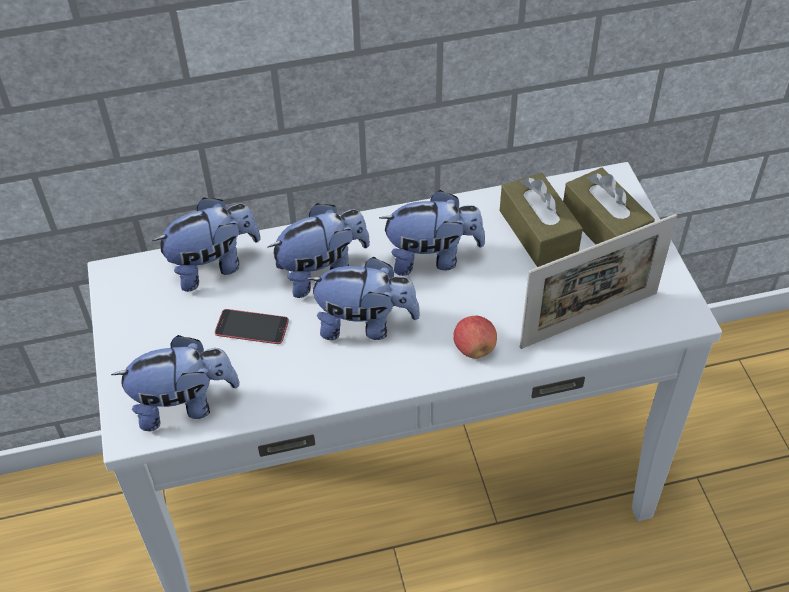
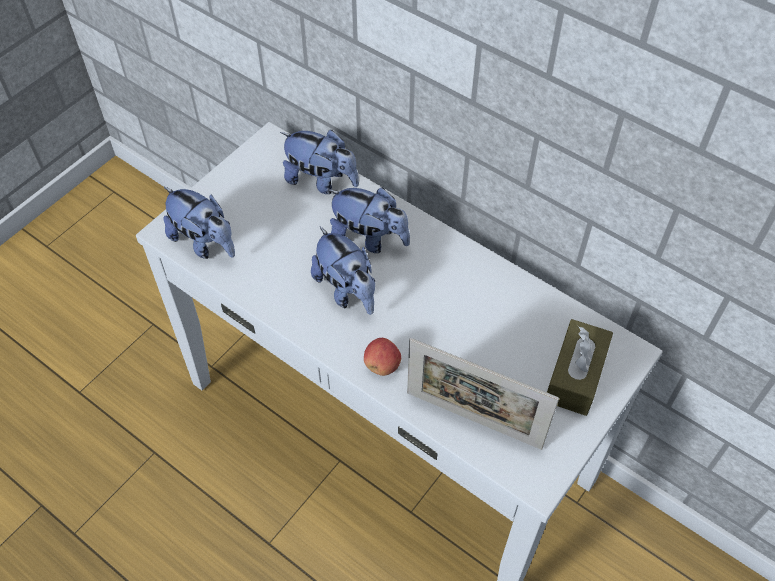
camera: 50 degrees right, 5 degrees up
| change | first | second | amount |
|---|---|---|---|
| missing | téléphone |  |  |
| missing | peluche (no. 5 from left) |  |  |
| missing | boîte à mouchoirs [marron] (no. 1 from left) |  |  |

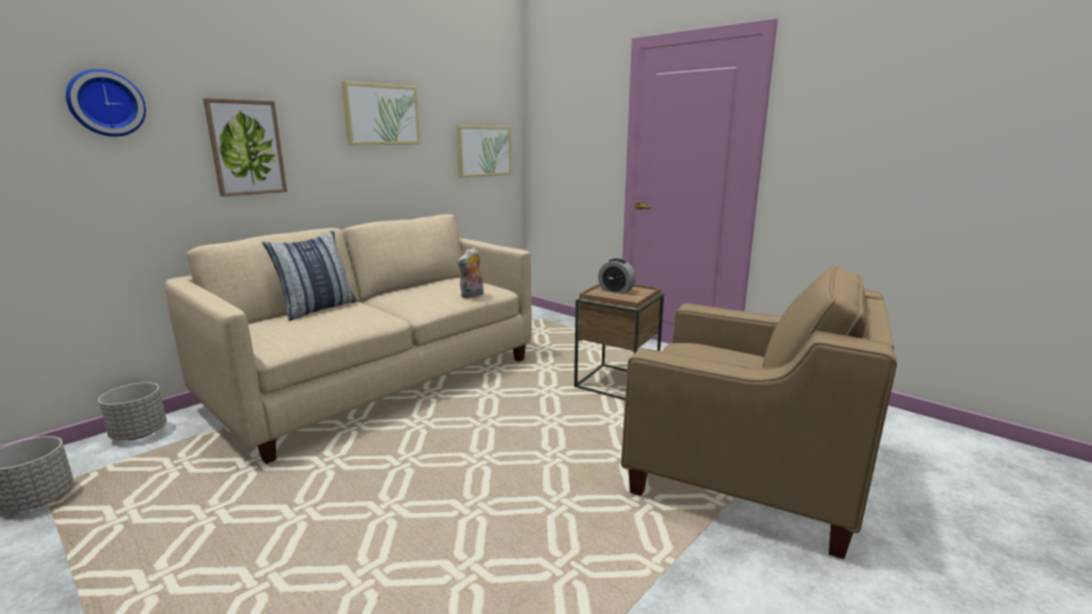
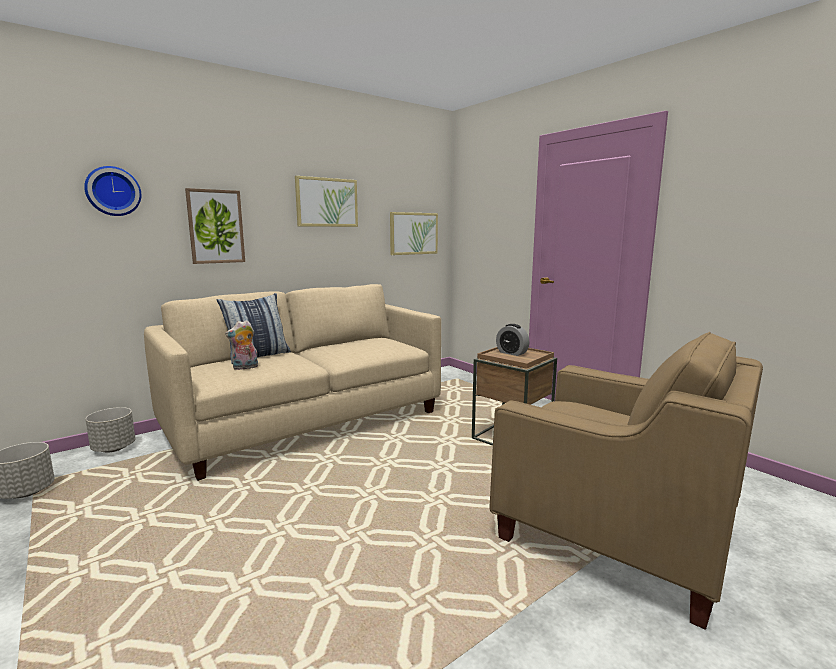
camera: 10 degrees right, 5 degrees down
| change | first | second | amount |
|---|---|---|---|
| relocated | peluche |  |  |

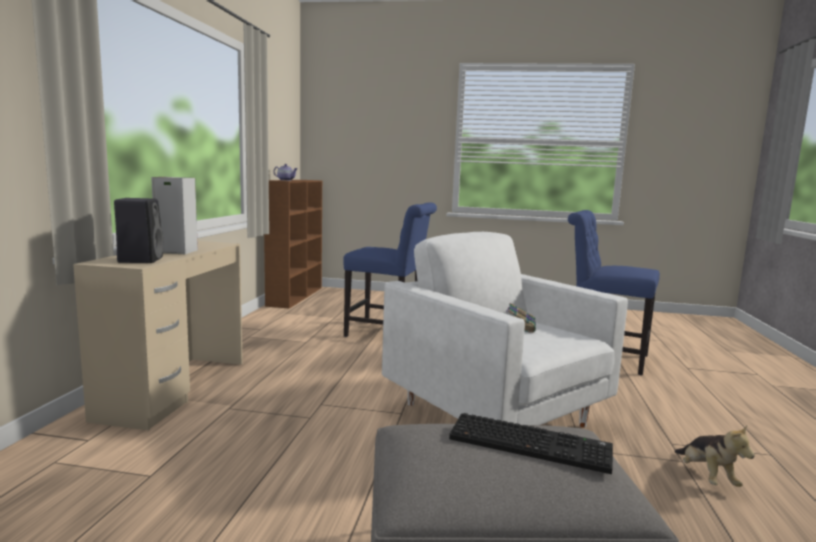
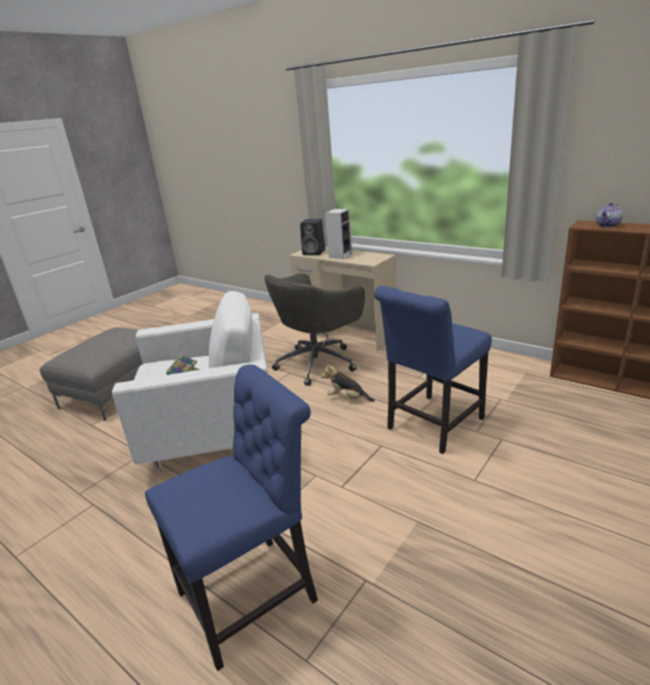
camera: 120 degrees right, 15 degrees up
| change | first | second | amount |
|---|---|---|---|
| missing | clavier |  |  |
| appeared |  | chaise de bureau [gris] |  |
| relocated | peluche |  |  |

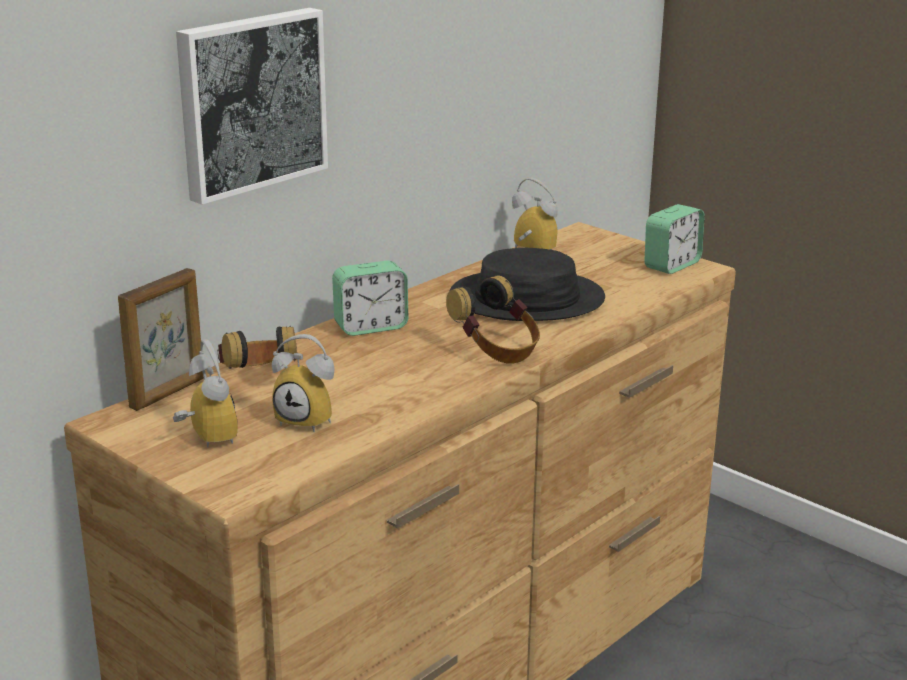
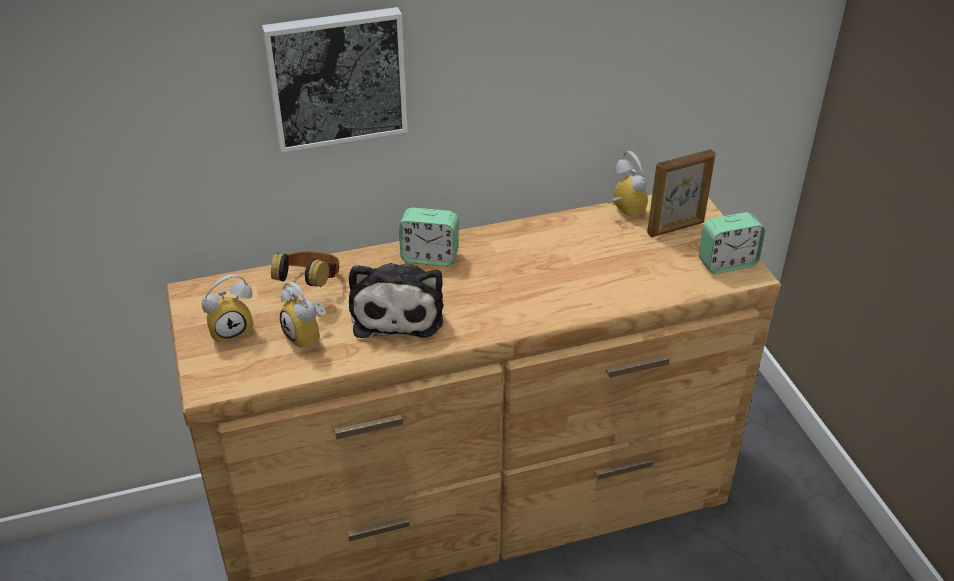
camera: 30 degrees right, 15 degrees up
| change | first | second | amount |
|---|---|---|---|
| missing | casque audio (no. 2 from left) |  |  |
| missing | chapeau [noir] |  |  |
| appeared |  | peluche |  |
| relocated | cadre photo |  |  |
| spun | réveil (no. 1 from left) |  | 60 degrees clockwise |

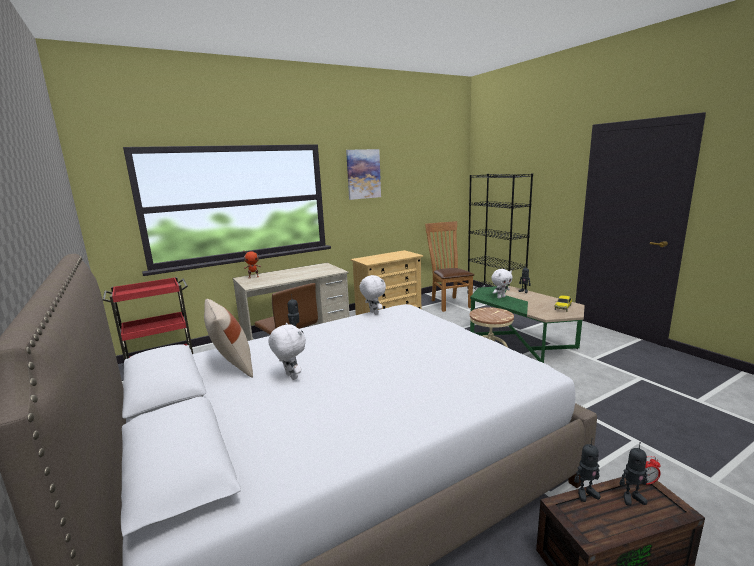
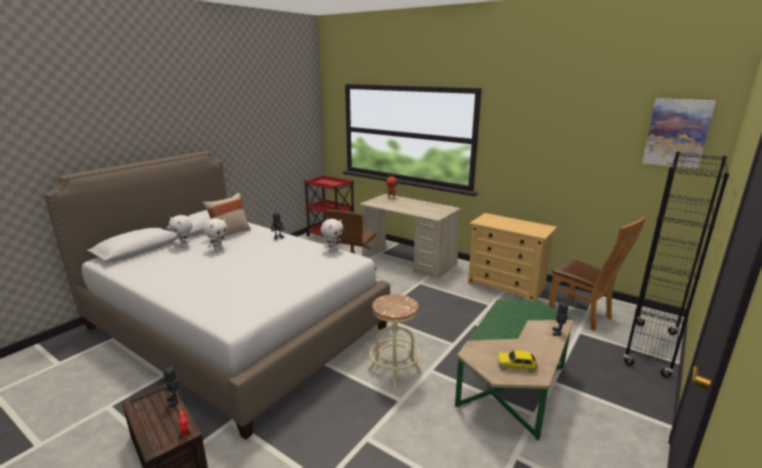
camera: 65 degrees right, 5 degrees up
| change | first | second | amount |
|---|---|---|---|
| missing | robot jouet (no. 5 from left) |  |  |
| relocated | tableau |  |  |
| relocated | peluche [blanc] (no. 3 from left in the first image) | peluche [blanc] (no. 1 from left) |  |
| spun | chaise [marron] |  | 90 degrees clockwise |

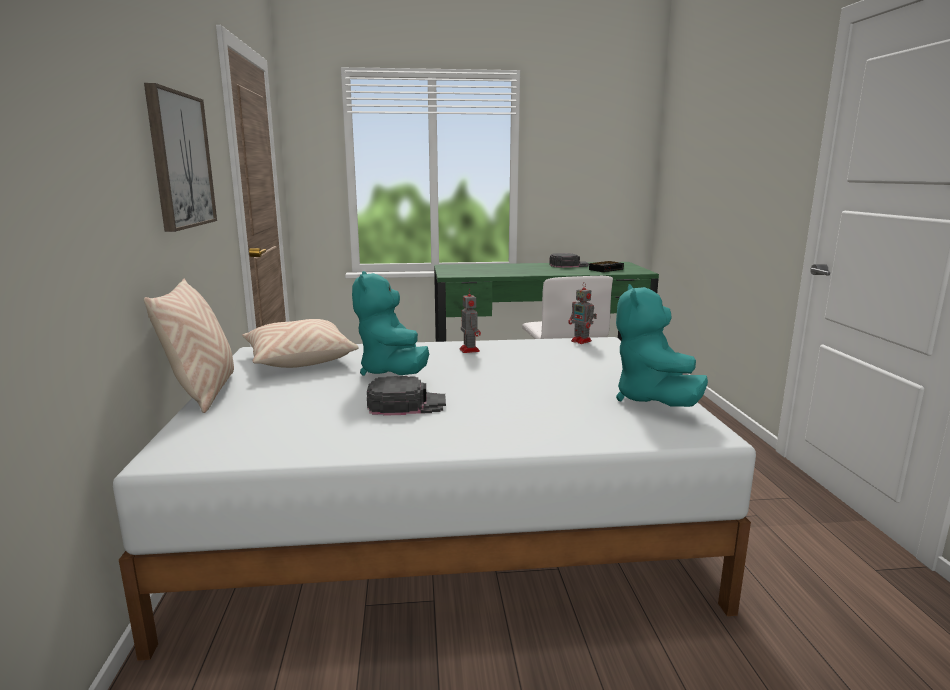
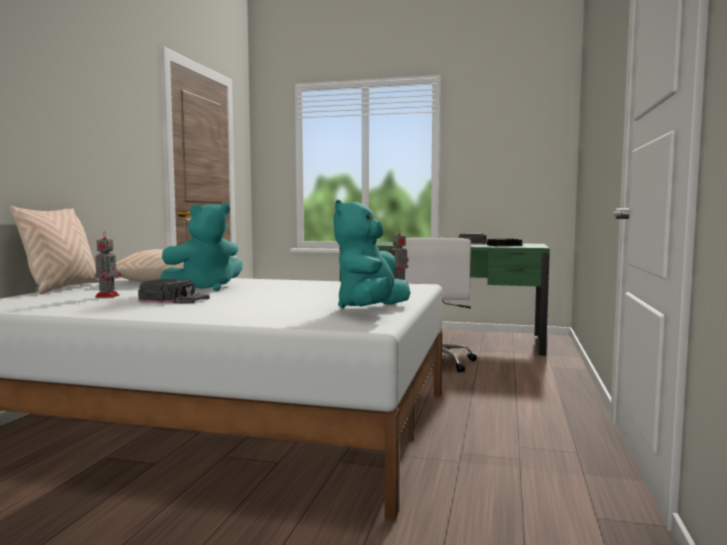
camera: 20 degrees right, 10 degrees down
| change | first | second | amount |
|---|---|---|---|
| missing | tableau |  |  |
| relocated | robot jouet (no. 1 from left) |  |  |
| spun | peluche [turquoise] (no. 1 from left) |  | 135 degrees counterclockwise |

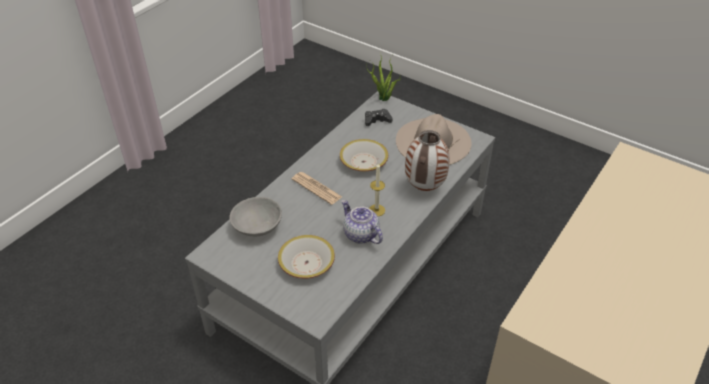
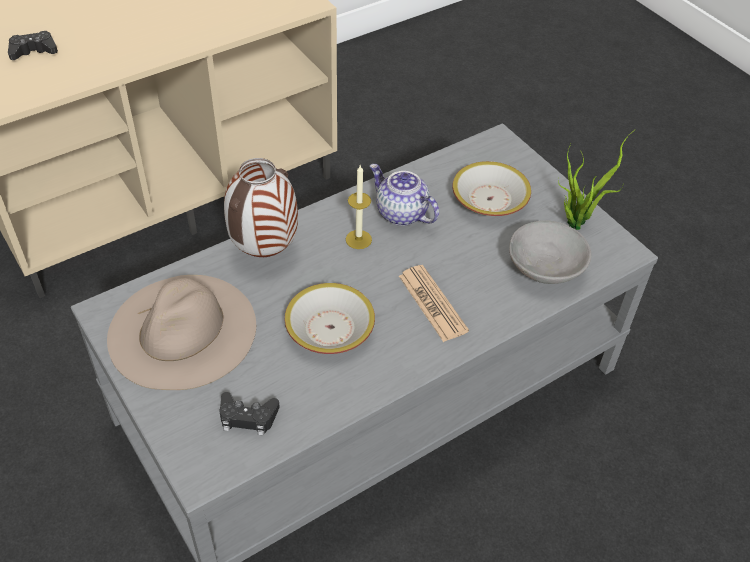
camera: 160 degrees left, 5 degrees up
| change | first | second | amount |
|---|---|---|---|
| appeared |  | manette [noir] (no. 1 from left) |  |
| relocated | plante en pot |  |  |
| spun | théière |  | 150 degrees clockwise |

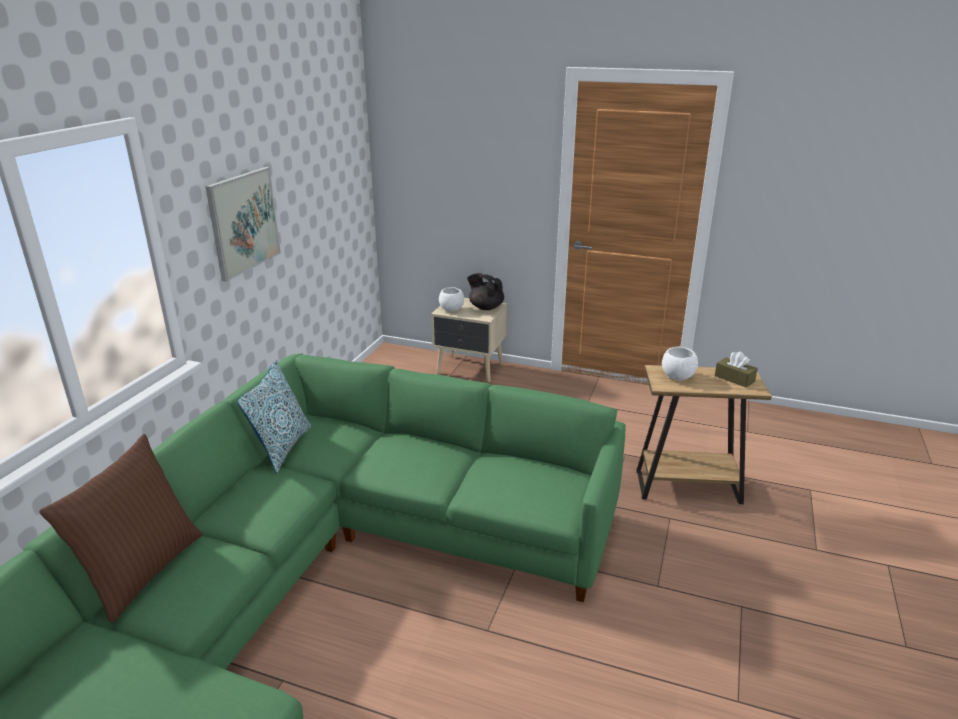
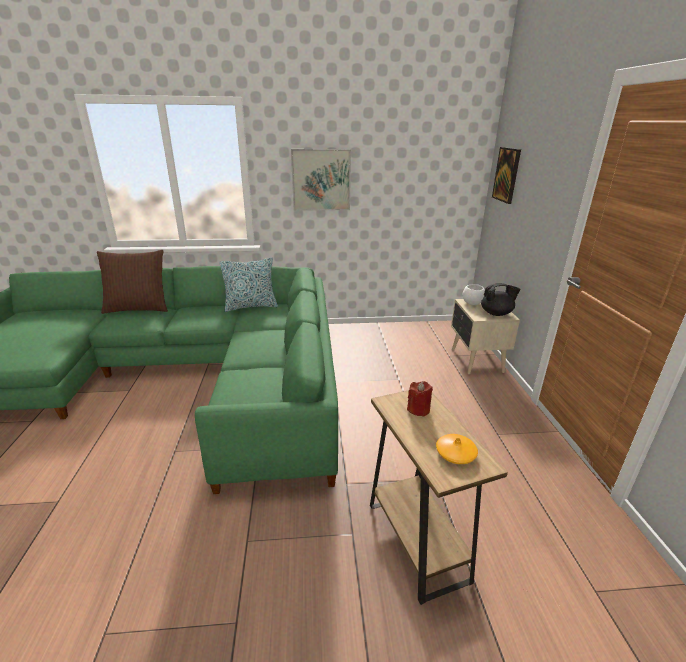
camera: 65 degrees right, 0 degrees up
| change | first | second | amount |
|---|---|---|---|
| appeared |  | tableau (no. 2 from left) |  |
| exchanged | bol [blanc] (no. 2 from left) | bougie [rouge] |  |
| exchanged | boîte à mouchoirs [marron] | vase [orange] |  |
| spun | théière [noir] |  | 75 degrees clockwise |

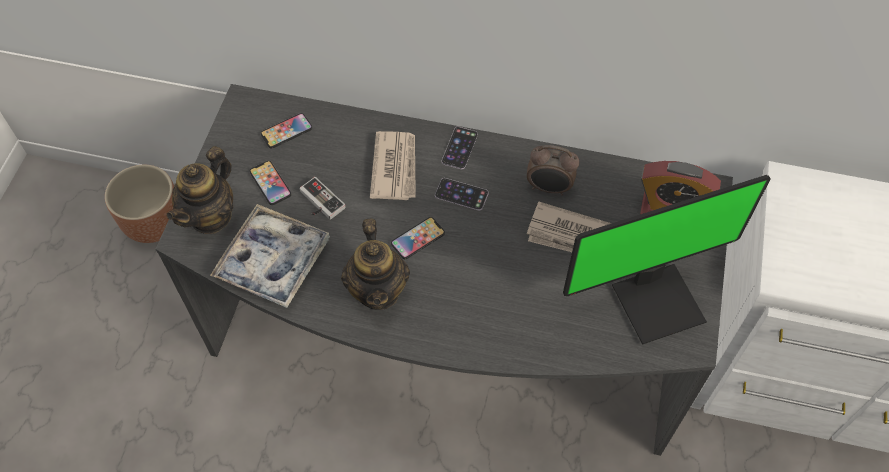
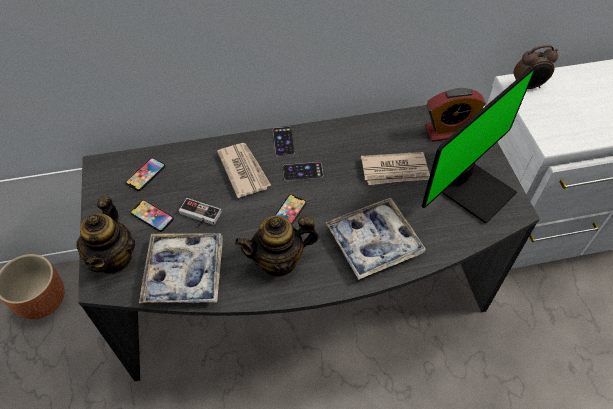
camera: 25 degrees left, 5 degrees down
| change | first | second | amount |
|---|---|---|---|
| appeared |  | plateau (no. 2 from left) |  |
| relocated | réveil (no. 1 from left in the first image) | réveil (no. 2 from left) |  |
| spun | théière (no. 2 from left) |  | 105 degrees clockwise |

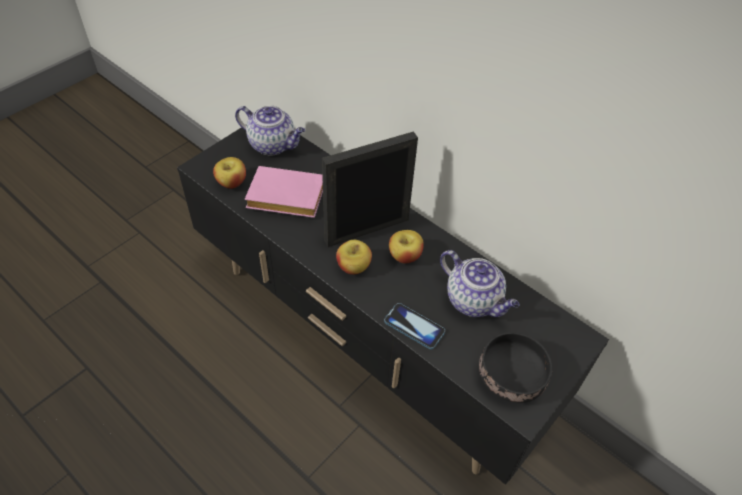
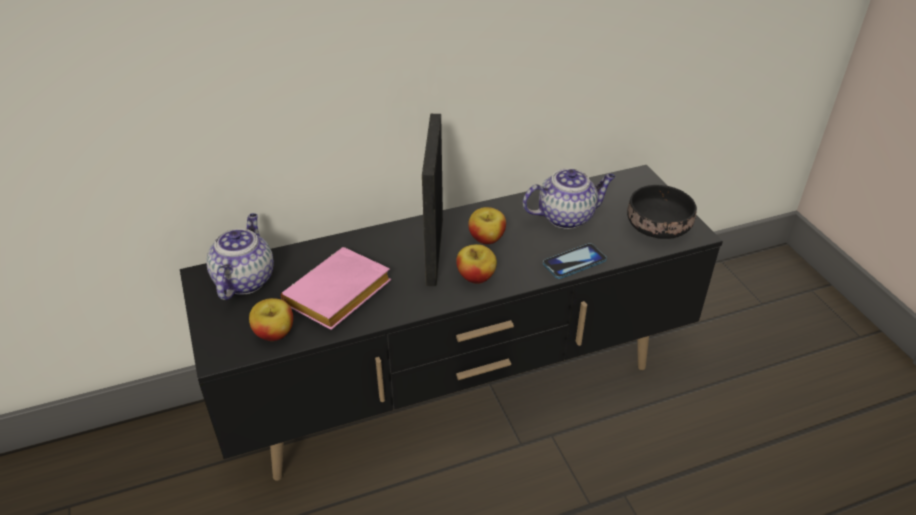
camera: 60 degrees left, 10 degrees down
| change | first | second | amount |
|---|---|---|---|
| spun | théière (no. 1 from left) |  | 45 degrees counterclockwise |

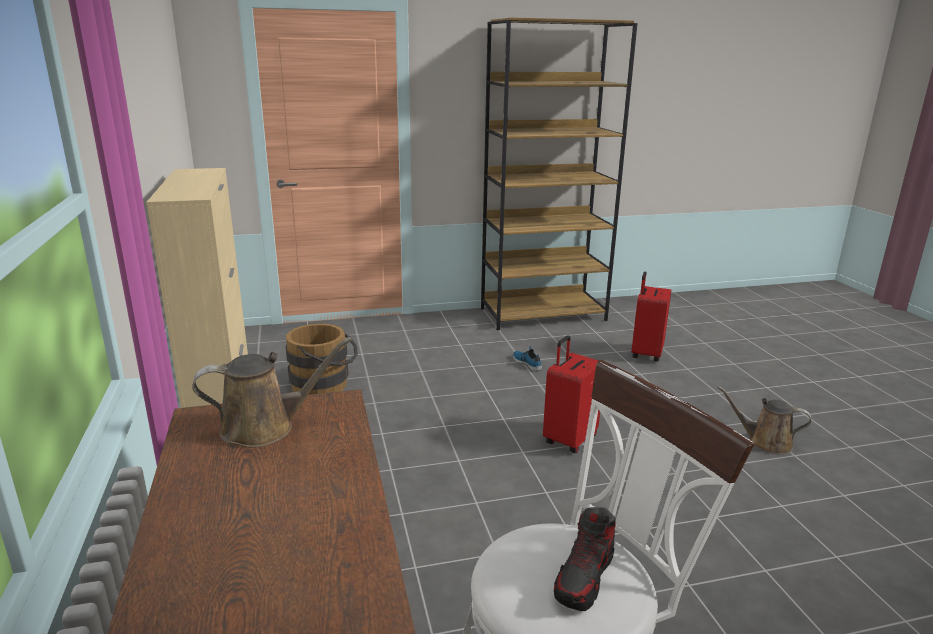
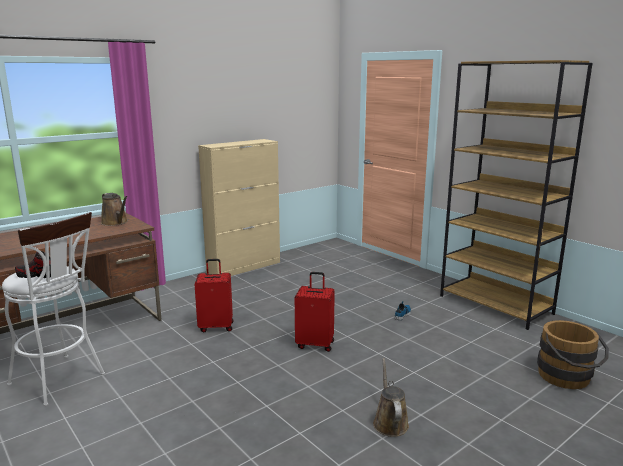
camera: 65 degrees right, 5 degrees down
| change | first | second | amount |
|---|---|---|---|
| relocated | seau [marron] |  |  |
| relocated | valise [rouge] (no. 2 from left in the first image) | valise [rouge] (no. 1 from left) |  |

